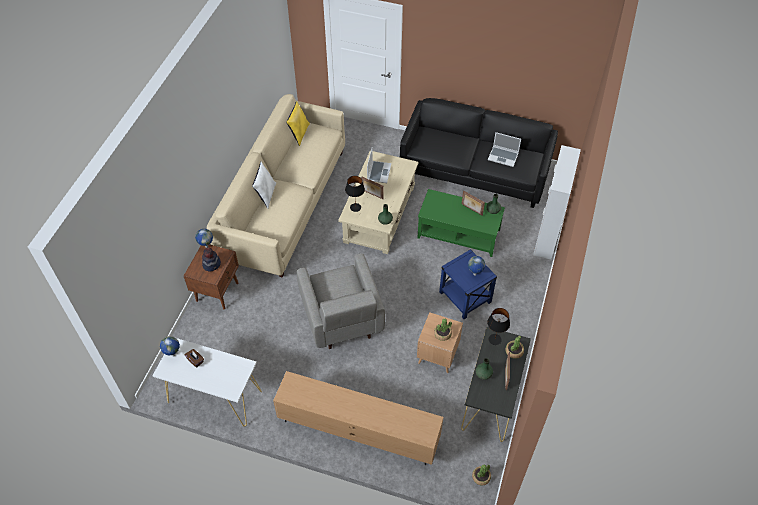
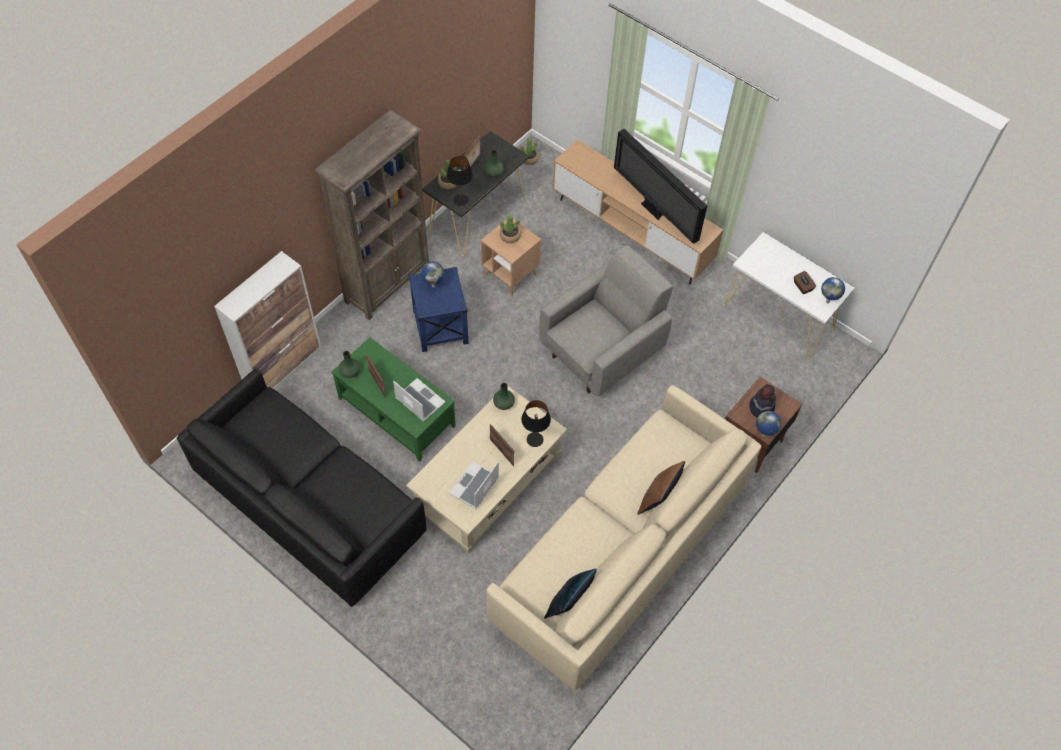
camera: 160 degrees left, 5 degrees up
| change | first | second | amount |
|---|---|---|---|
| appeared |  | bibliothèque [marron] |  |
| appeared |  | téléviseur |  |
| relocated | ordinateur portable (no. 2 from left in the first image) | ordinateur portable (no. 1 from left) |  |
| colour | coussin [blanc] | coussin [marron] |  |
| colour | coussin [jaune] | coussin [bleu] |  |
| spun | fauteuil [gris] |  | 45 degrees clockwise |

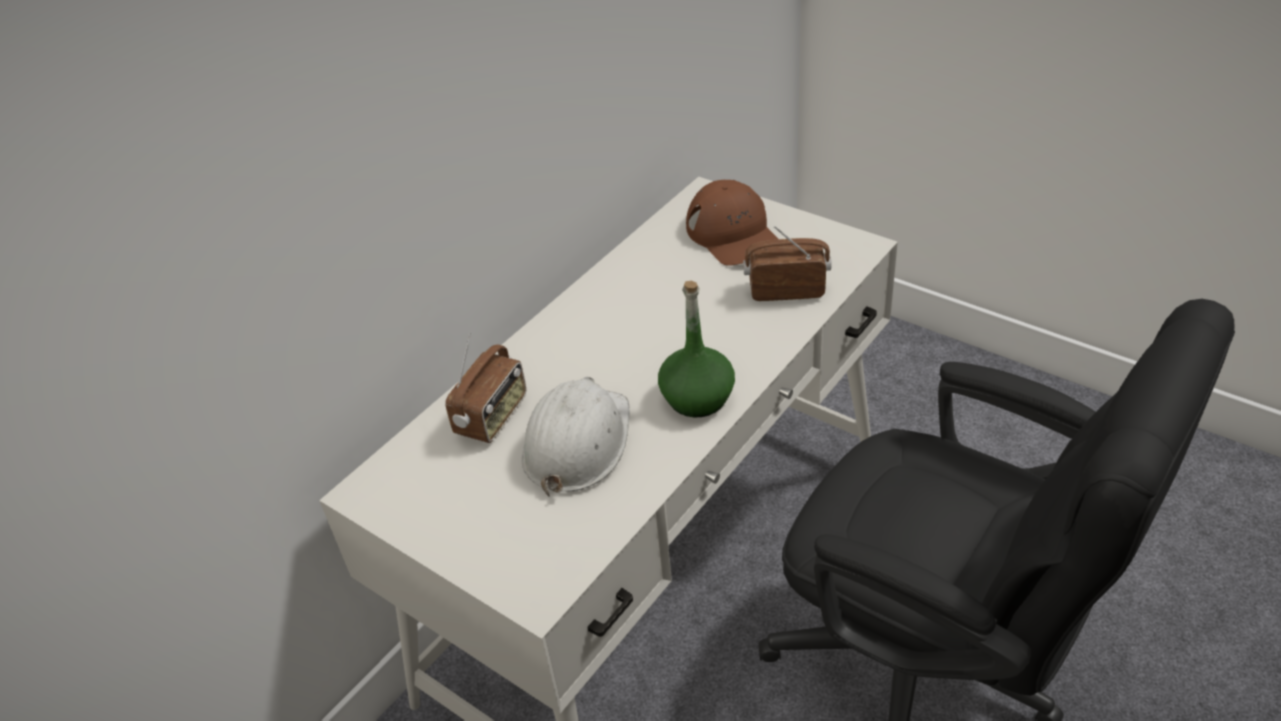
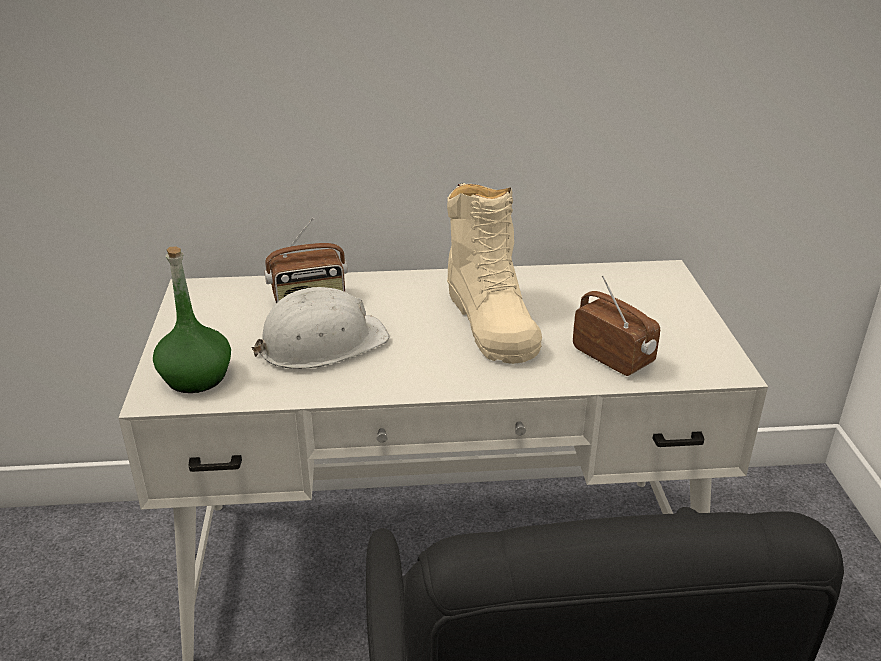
camera: 45 degrees right, 10 degrees down
| change | first | second | amount |
|---|---|---|---|
| missing | casquette [marron] |  |  |
| appeared |  | botte [beige] |  |
| relocated | bouteille [vert] |  |  |

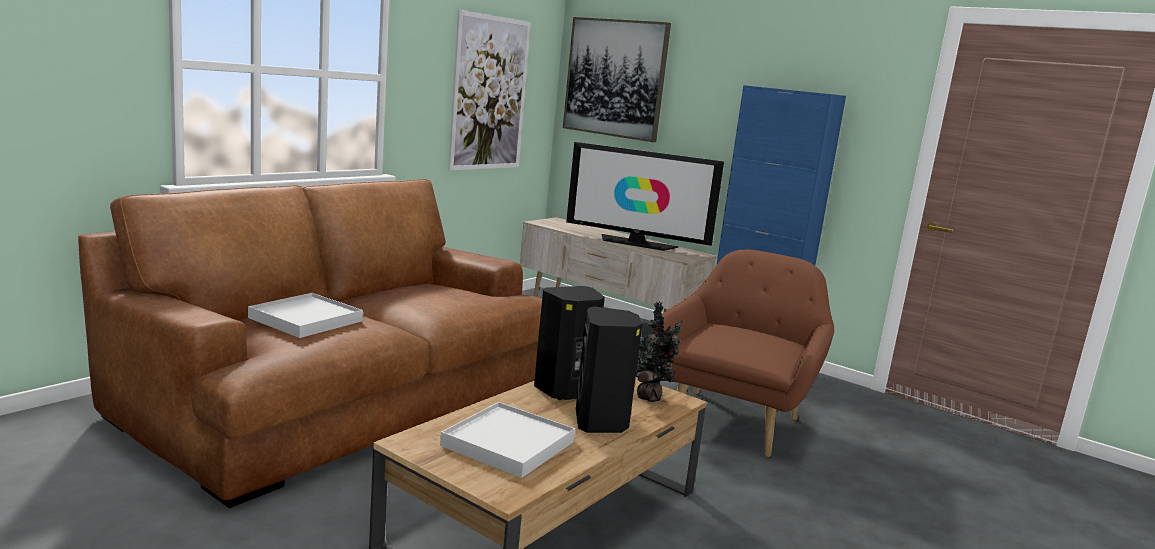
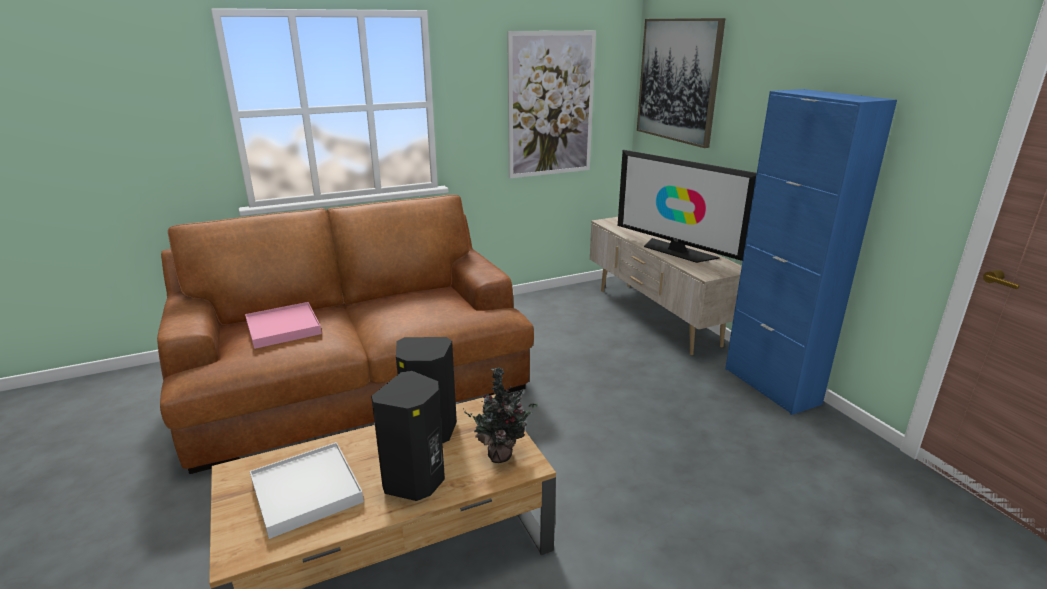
camera: 30 degrees right, 10 degrees up
| change | first | second | amount |
|---|---|---|---|
| missing | fauteuil [marron] |  |  |
| colour | plateau [blanc] (no. 1 from left) | plateau [rose] |  |

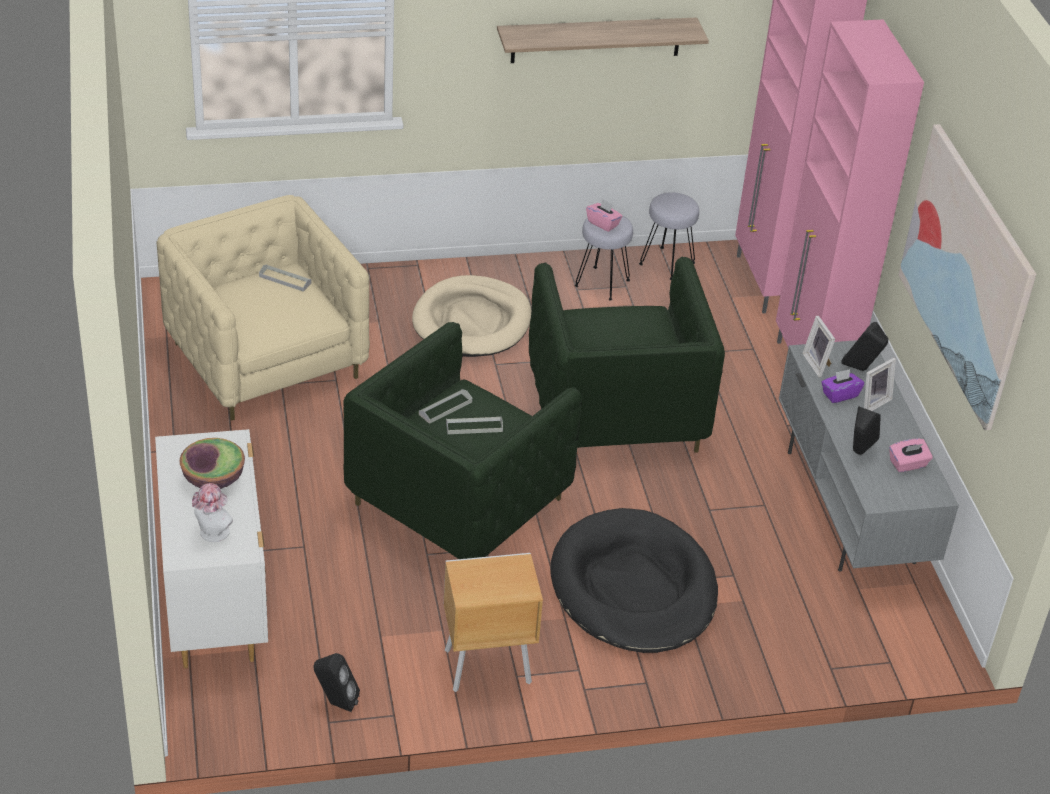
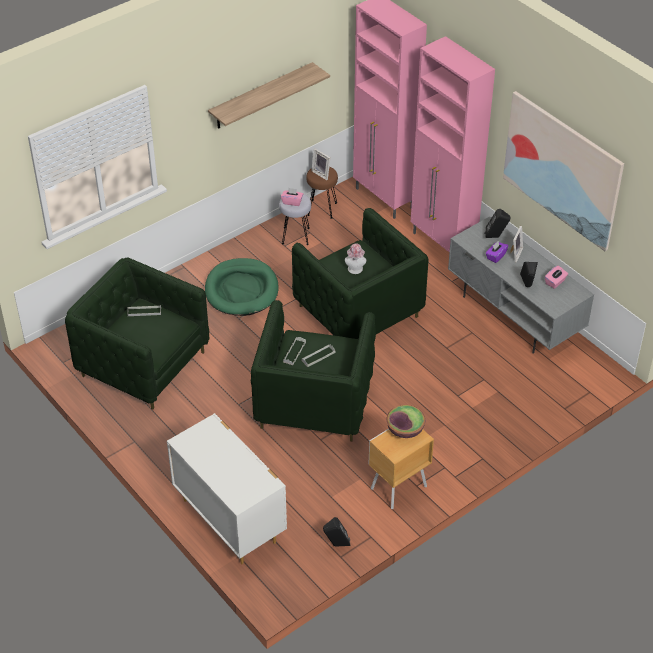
camera: 25 degrees left, 5 degrees up
| change | first | second | amount |
|---|---|---|---|
| missing | panier pour chien [noir] |  |  |
| relocated | bol |  |  |
| relocated | chapeau |  |  |
| relocated | cadre photo (no. 1 from left) |  |  |
| colour | fauteuil [beige] | fauteuil [vert] (no. 1 from left) |  |
| colour | panier pour chien [beige] | panier pour chien [vert] |  |
| colour | tabouret [gris] (no. 2 from left) | tabouret [marron] |  |

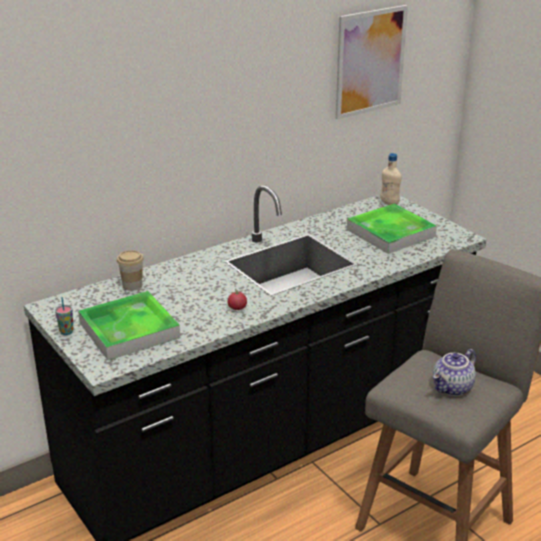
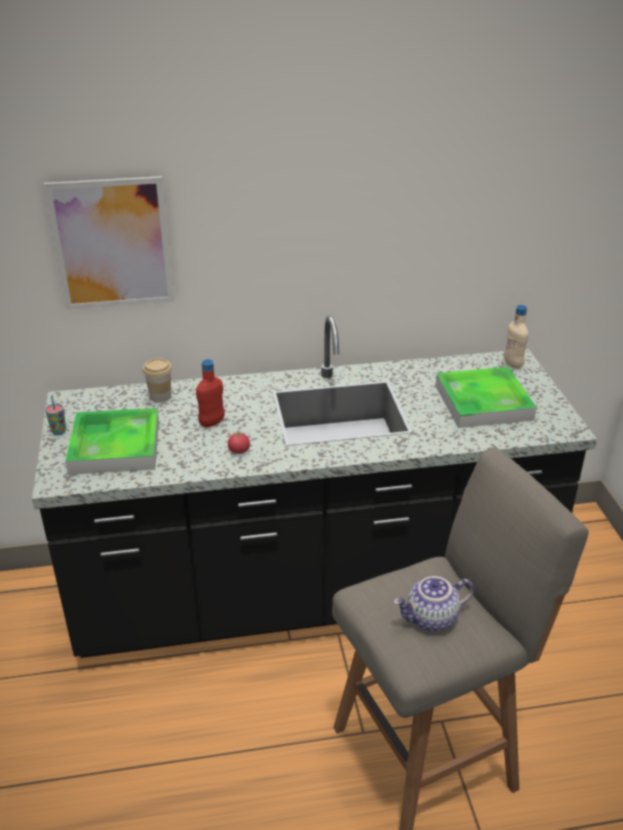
camera: 25 degrees right, 5 degrees up
| change | first | second | amount |
|---|---|---|---|
| appeared |  | bouteille [rouge] |  |
| relocated | tableau |  |  |

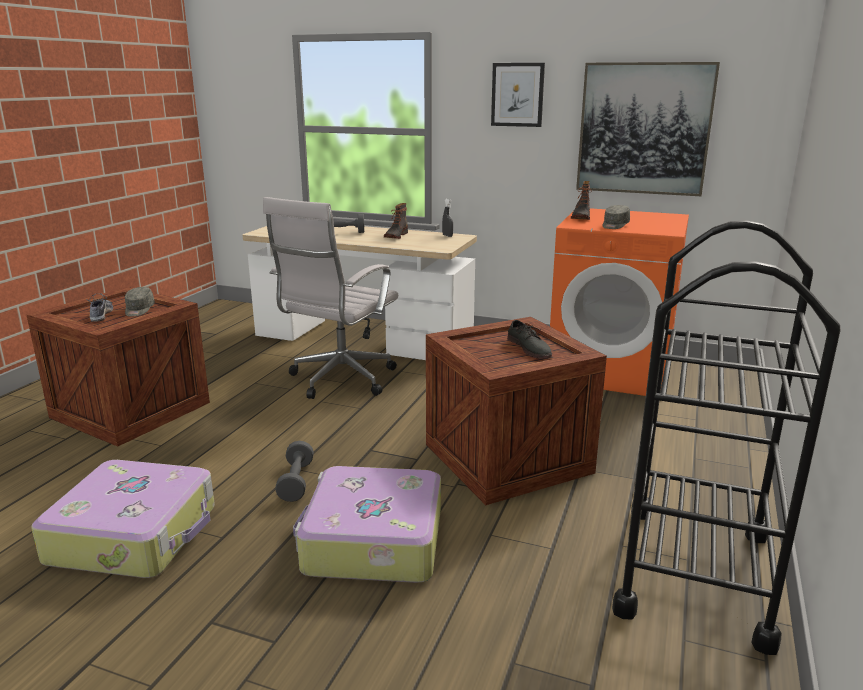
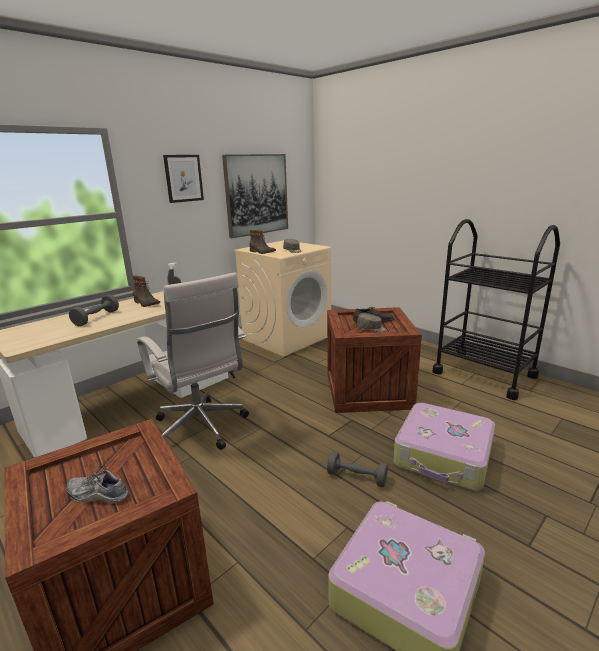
camera: 65 degrees left, 0 degrees up
| change | first | second | amount |
|---|---|---|---|
| relocated | casquette [gris] (no. 1 from left in the first image) | casquette [gris] (no. 2 from left) |  |
| colour | lave-linge [orange] | lave-linge [beige] |  |

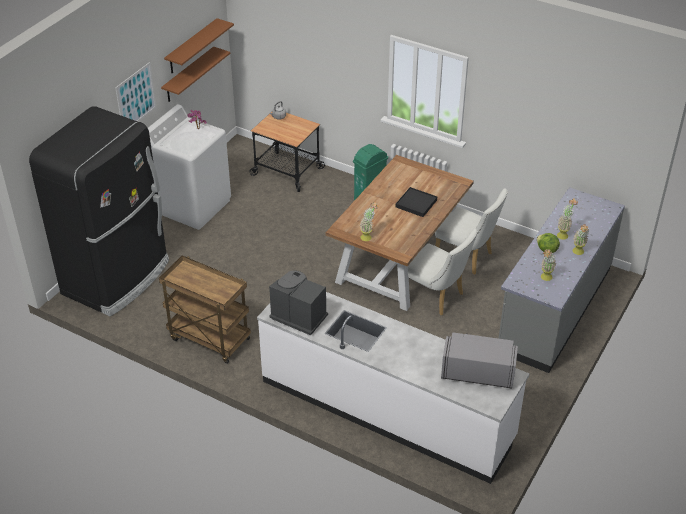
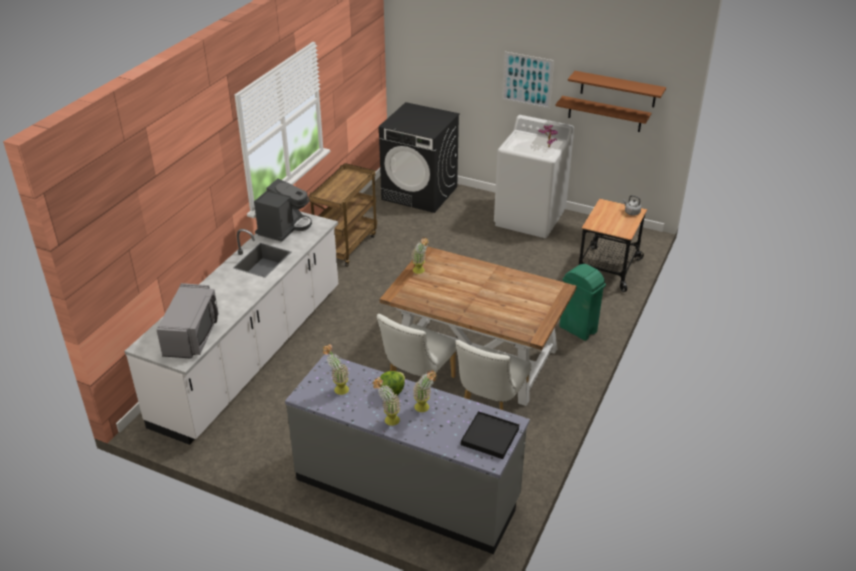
camera: 85 degrees right, 5 degrees down
| change | first | second | amount |
|---|---|---|---|
| relocated | plateau [noir] |  |  |
| exchanged | réfrigérateur [noir] | lave-linge [noir] |  |

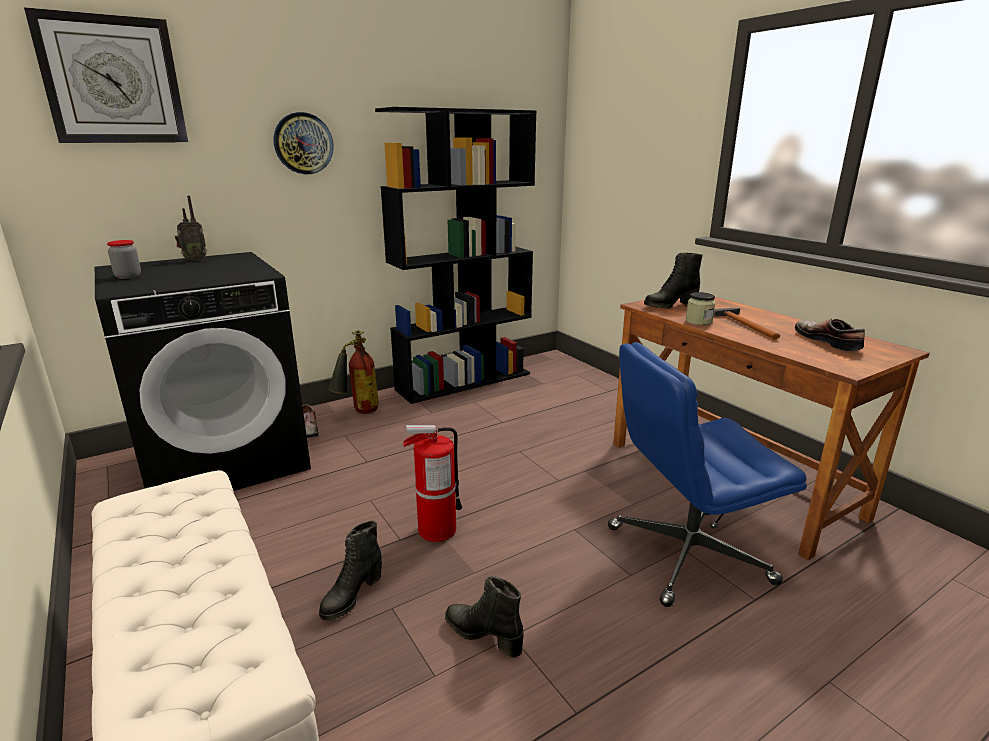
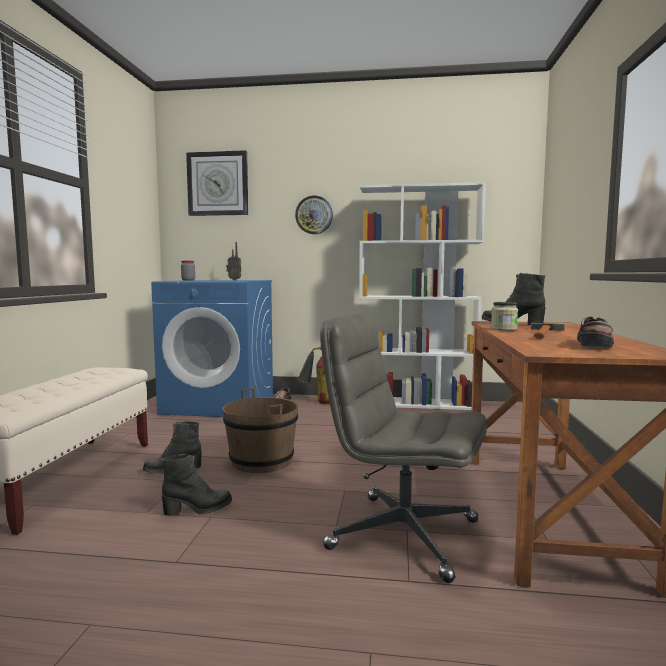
camera: 40 degrees right, 15 degrees down
| change | first | second | amount |
|---|---|---|---|
| exchanged | extincteur (no. 2 from left) | seau [marron] |  |
| colour | lave-linge [noir] | lave-linge [bleu] |  |
| colour | bibliothèque [noir] | bibliothèque [blanc] |  |
| colour | chaise de bureau [bleu] | chaise de bureau [gris] |  |
| spun | botte [noir] (no. 2 from left) |  | 90 degrees clockwise |

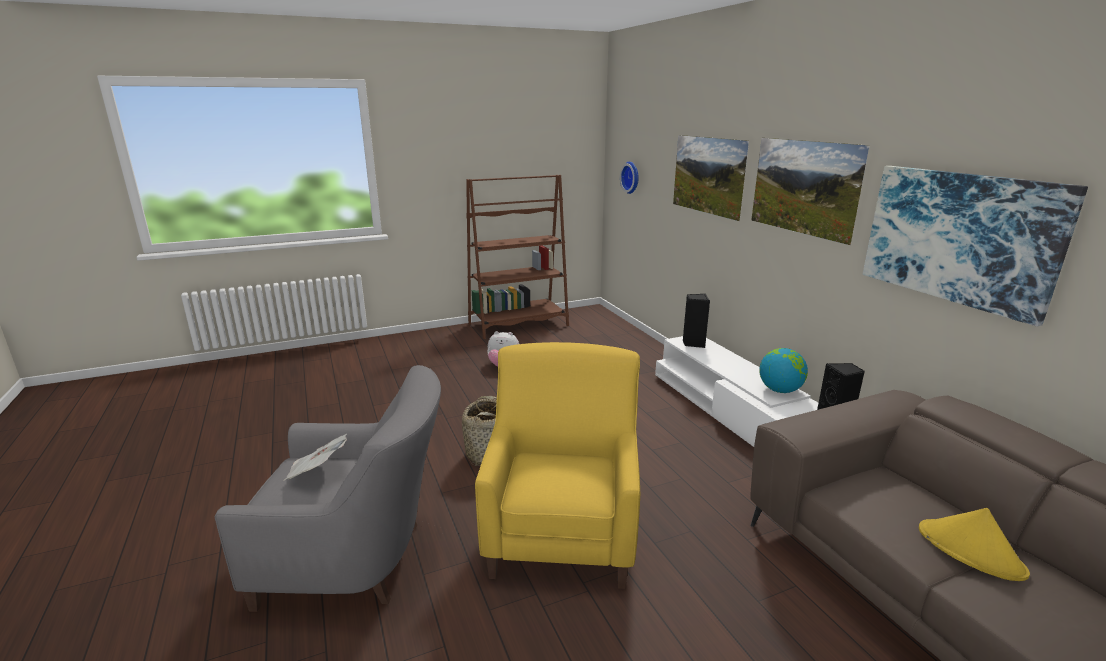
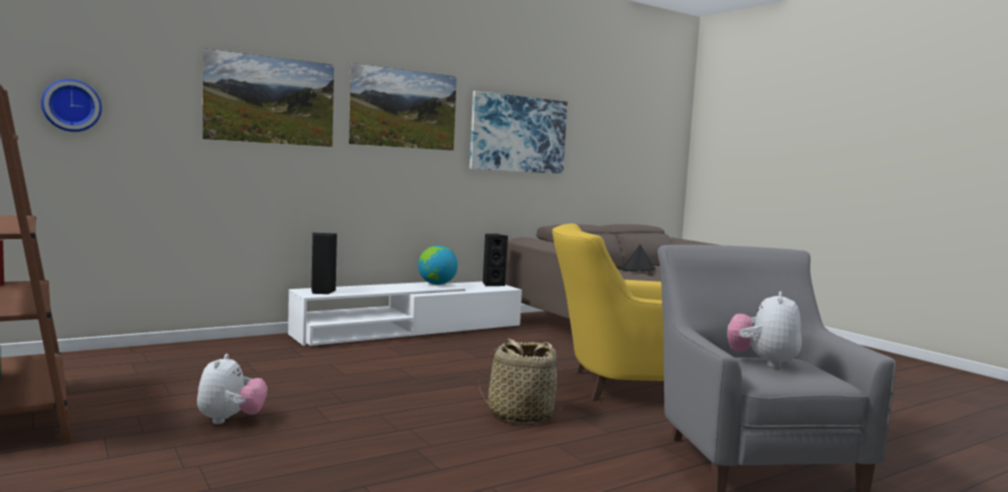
camera: 100 degrees left, 15 degrees down
| change | first | second | amount |
|---|---|---|---|
| exchanged | journal | peluche (no. 2 from left) |  |
| colour | chapeau [jaune] | chapeau [noir] |  |

